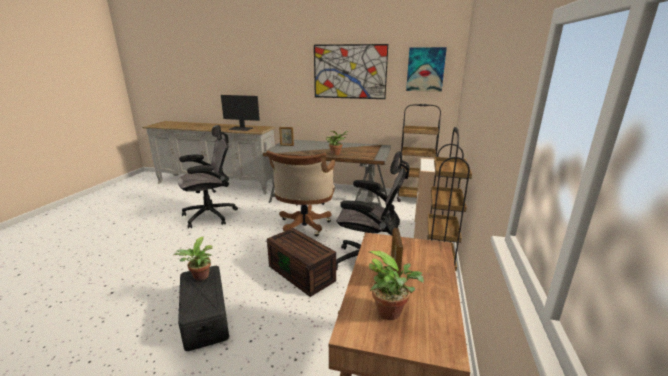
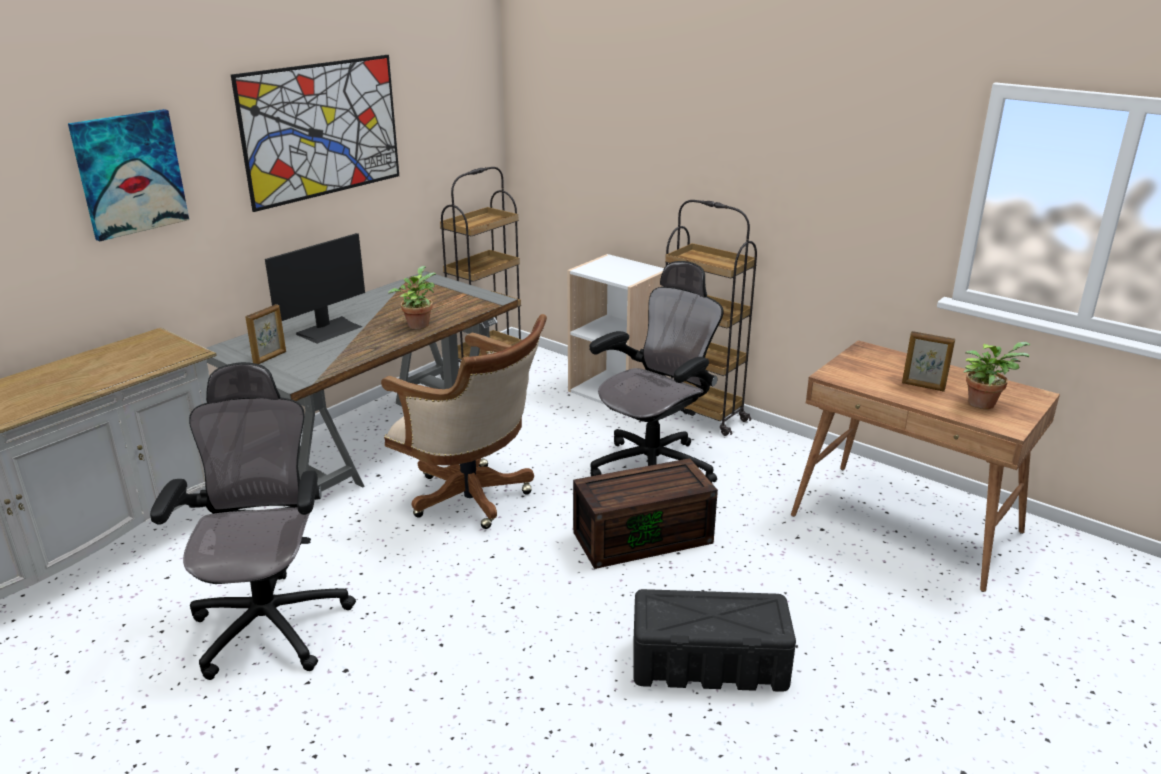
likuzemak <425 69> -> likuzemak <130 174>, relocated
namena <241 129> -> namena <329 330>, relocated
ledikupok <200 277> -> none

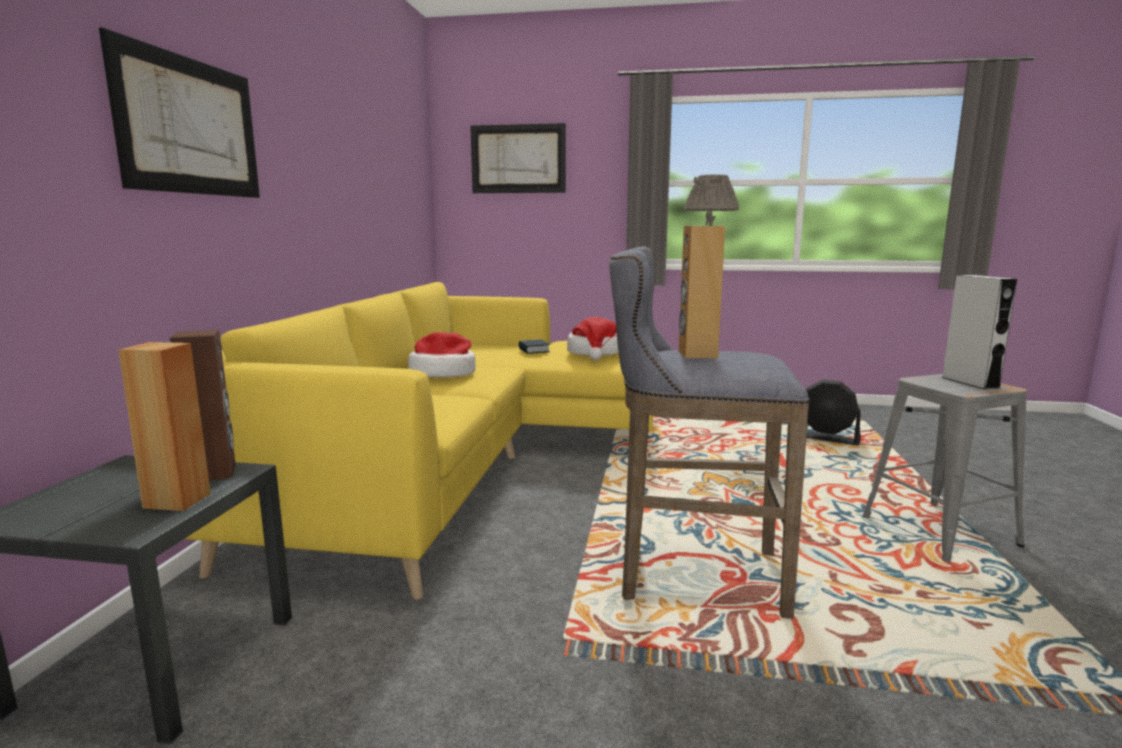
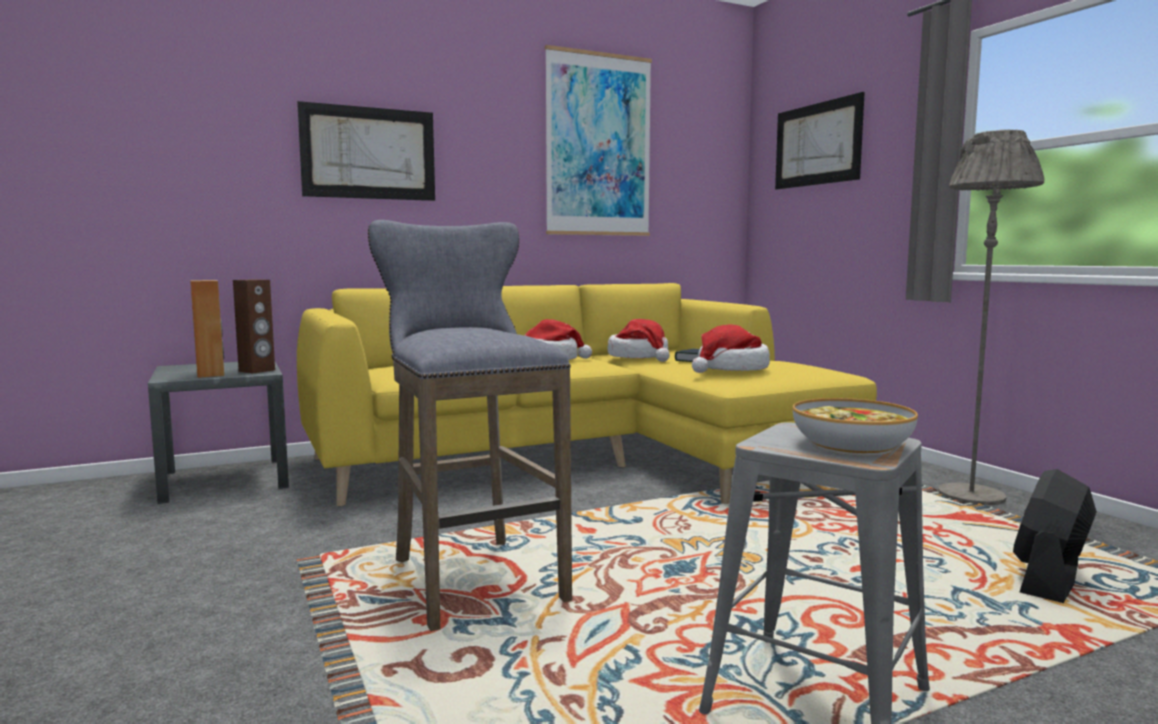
none -> likuzemak <598 145>
none -> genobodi <639 357>
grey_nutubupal <970 382> -> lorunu <852 445>
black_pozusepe <826 439> -> black_pozusepe <1049 580>, 45 degrees clockwise
brown_nutubupal <697 354> -> none

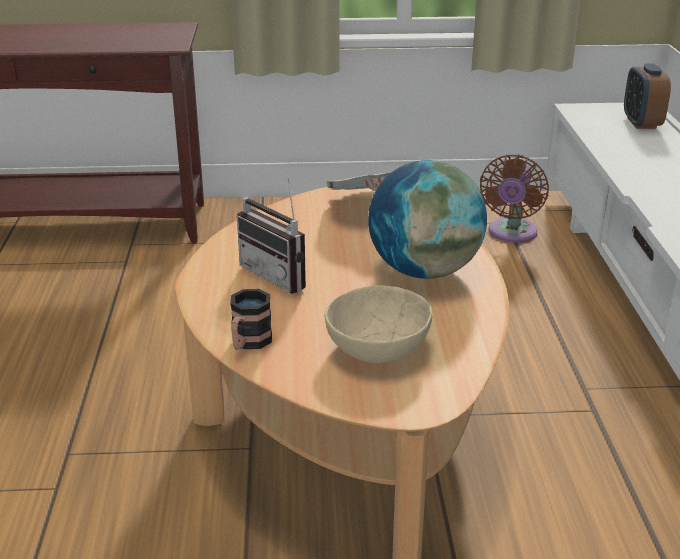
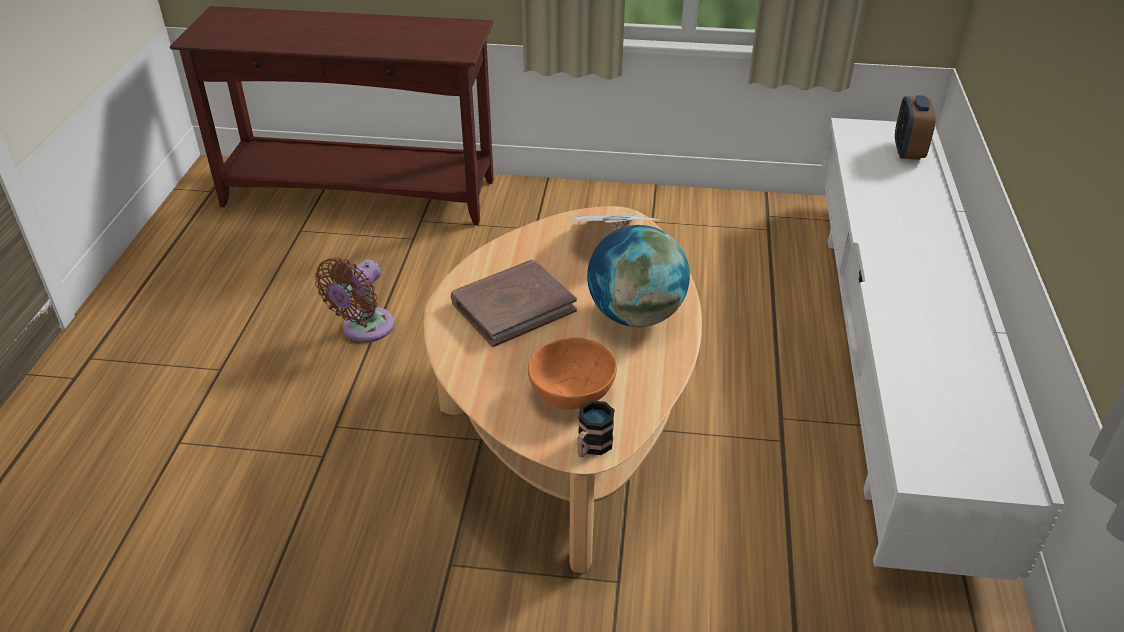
brown_pozusepe <511 234> -> brown_pozusepe <364 329>, relocated
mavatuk <280 275> -> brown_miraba <513 306>
beige_lorunu <376 348> -> orange_lorunu <571 391>
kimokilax <248 343> -> kimokilax <591 447>, relocated

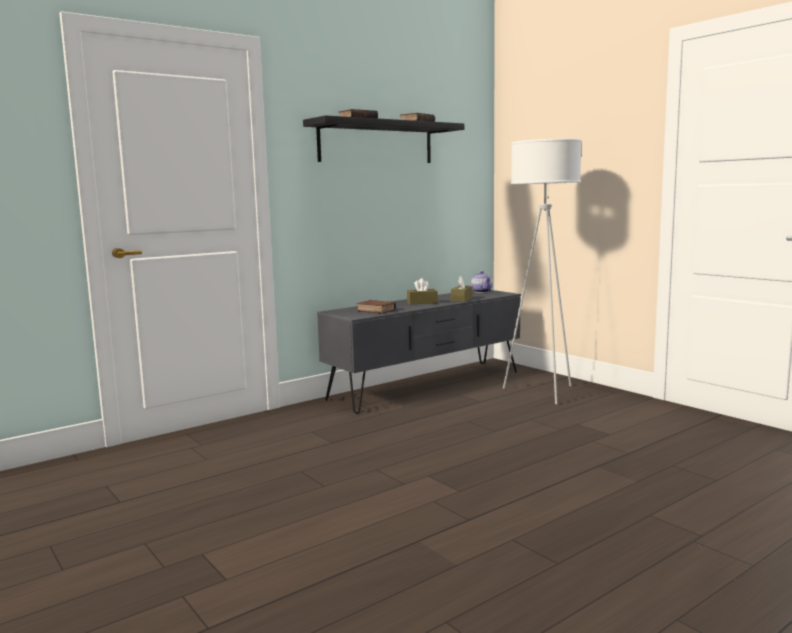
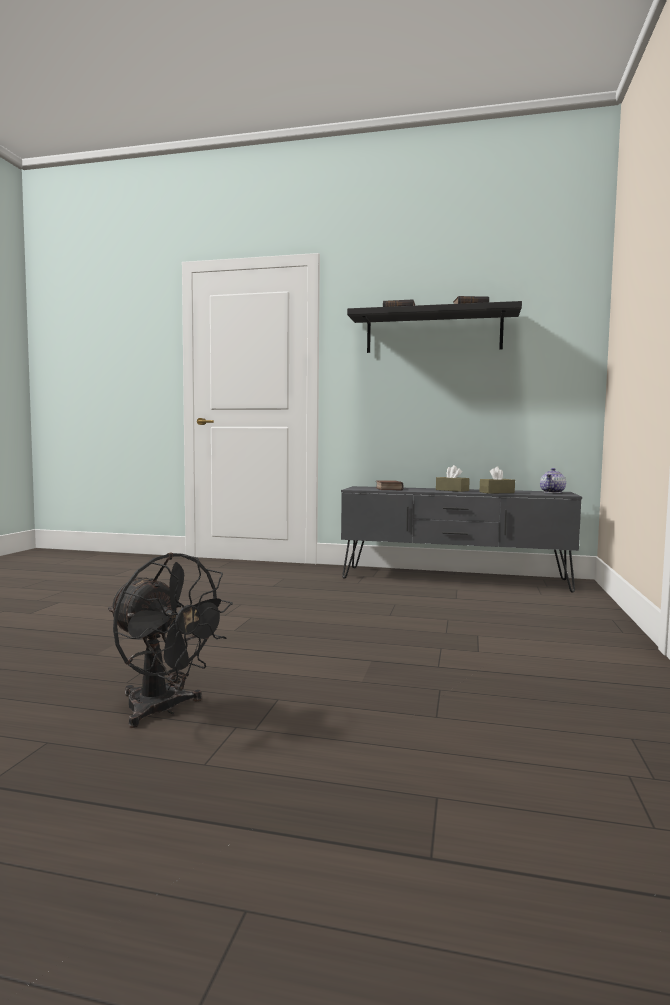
none -> black_pozusepe <163 710>
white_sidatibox <542 392> -> none

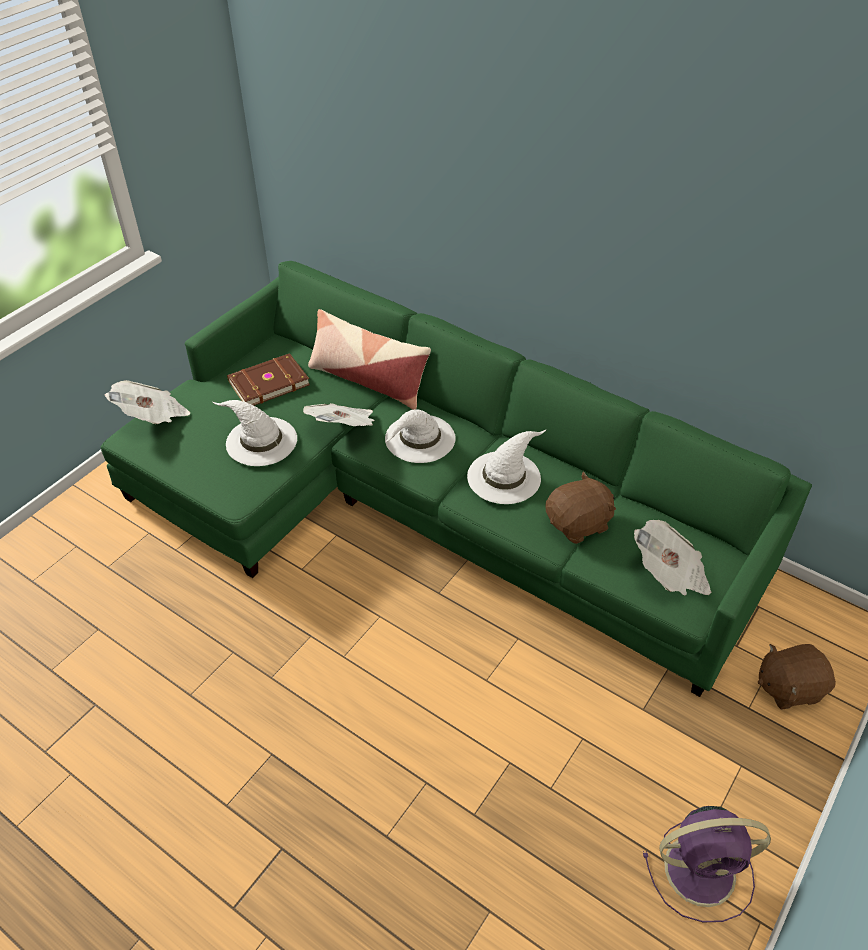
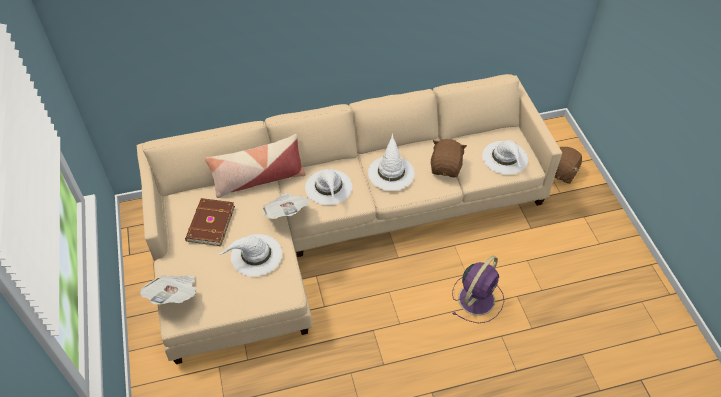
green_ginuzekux <424 500> -> beige_ginuzekux <331 222>
purple_pozusepe <703 870> -> purple_pozusepe <477 298>, relocated
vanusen <670 574> -> white_genobodi <505 158>

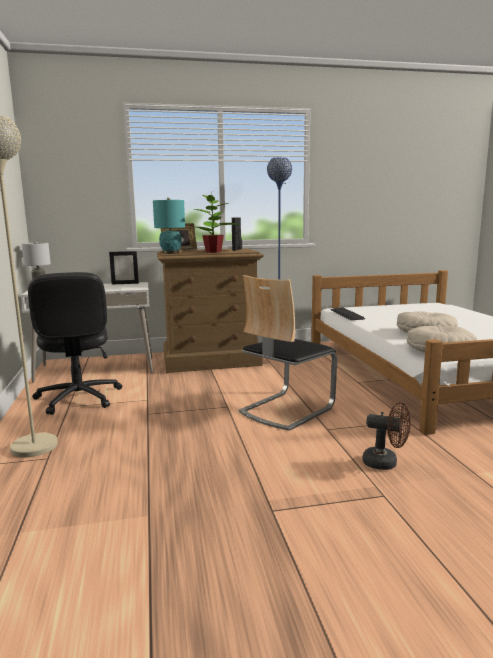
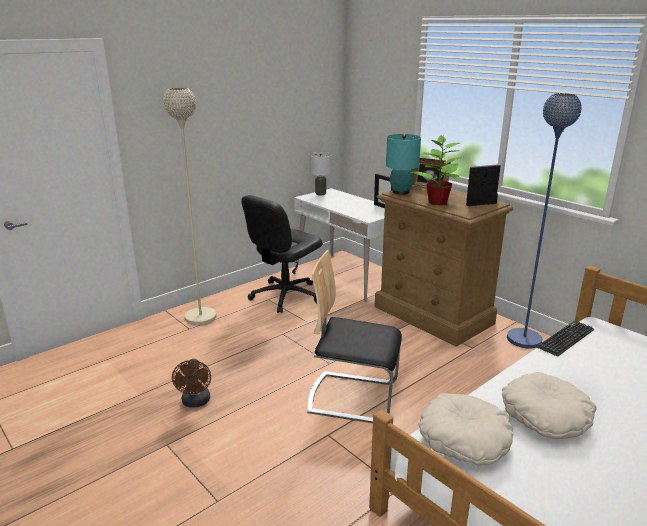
brown_pozusepe <385 463> -> brown_pozusepe <196 402>, relocated

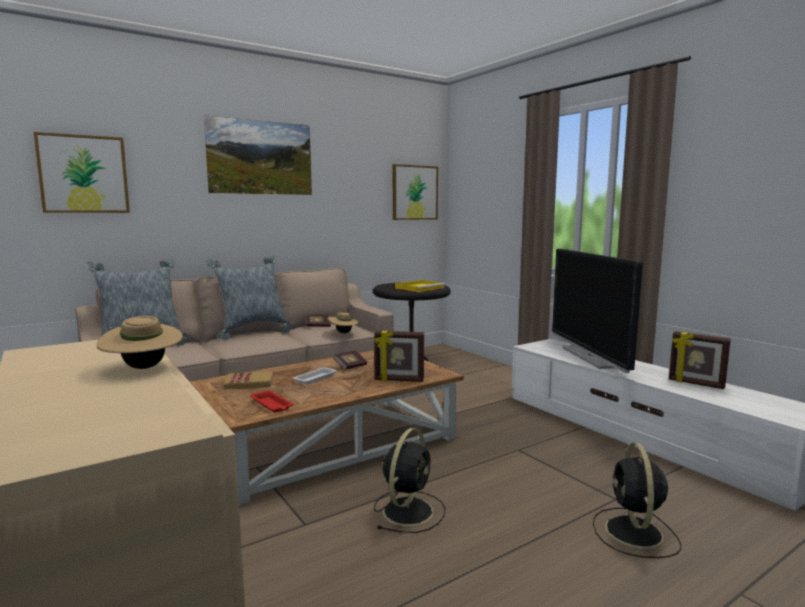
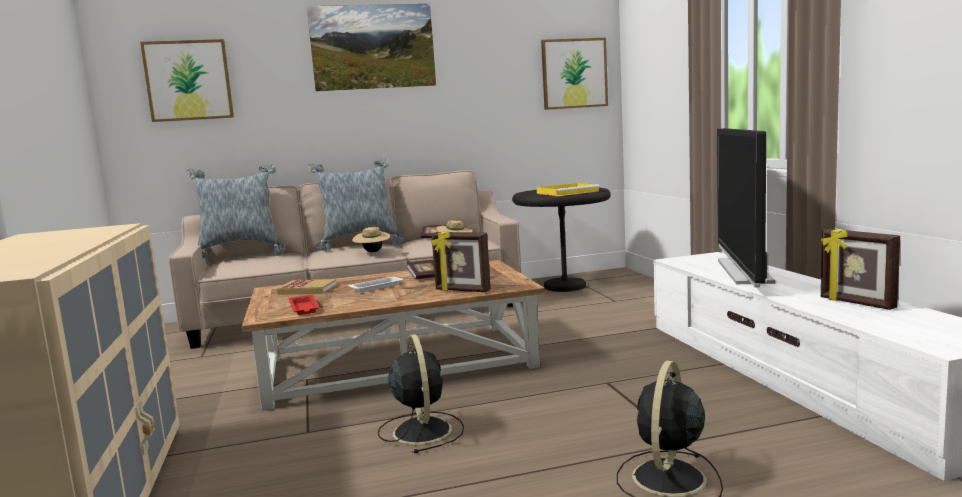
beige_genobodi <143 367> -> beige_genobodi <372 252>, relocated
black_pozusepe <409 510> -> black_pozusepe <421 430>, 60 degrees counterclockwise

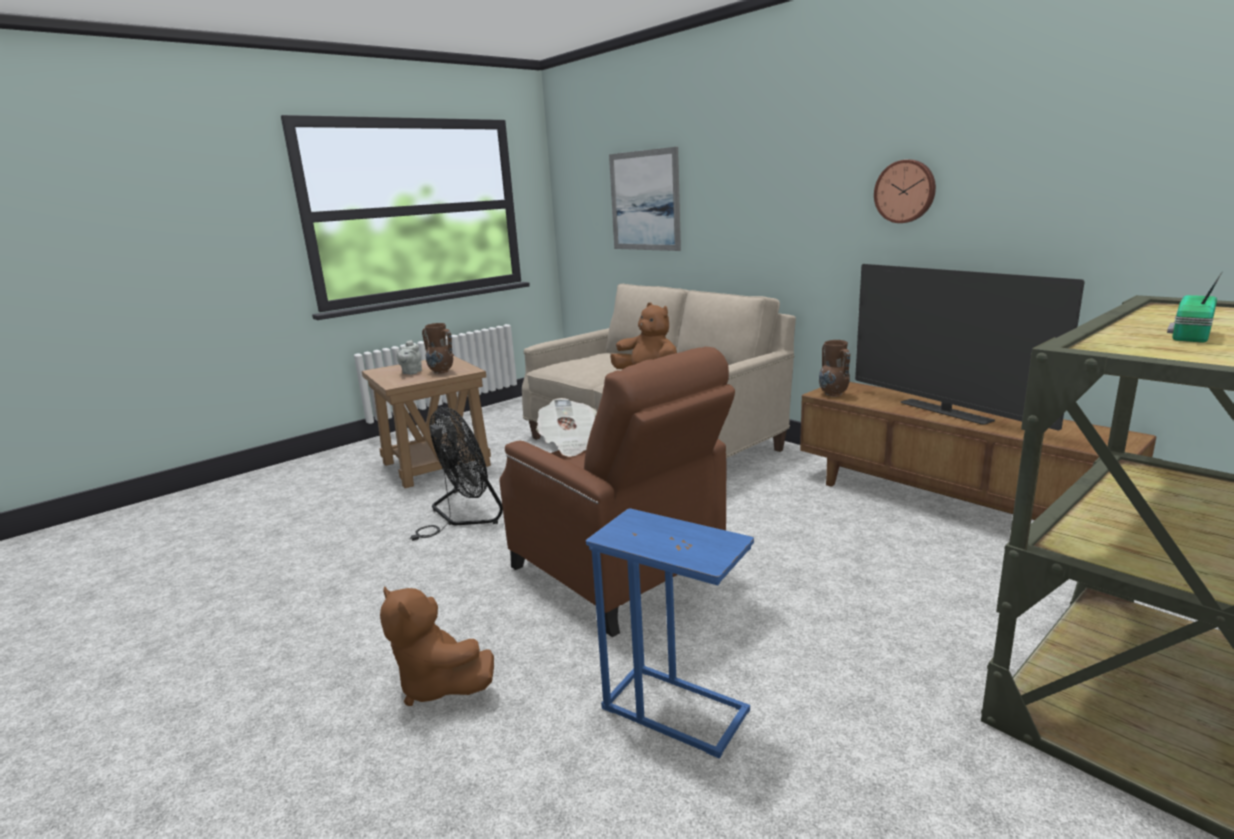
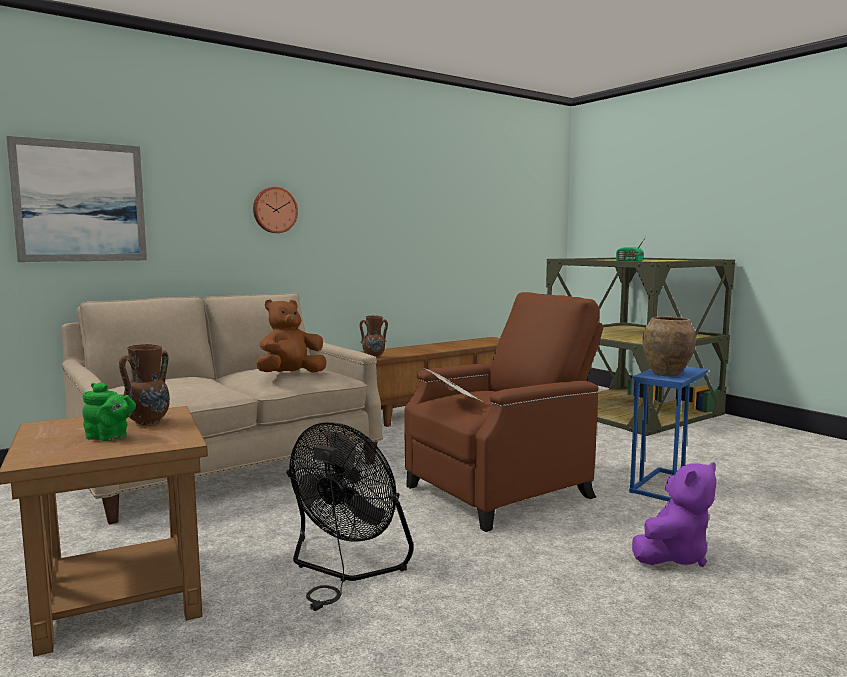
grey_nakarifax <411 372> -> green_nakarifax <109 438>
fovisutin <905 191> -> fovisutin <274 210>, relocated
black_pozusepe <457 514> -> black_pozusepe <338 566>, 60 degrees clockwise
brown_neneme <438 685> -> purple_neneme <673 556>
none -> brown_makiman <666 374>
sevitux <945 412> -> none

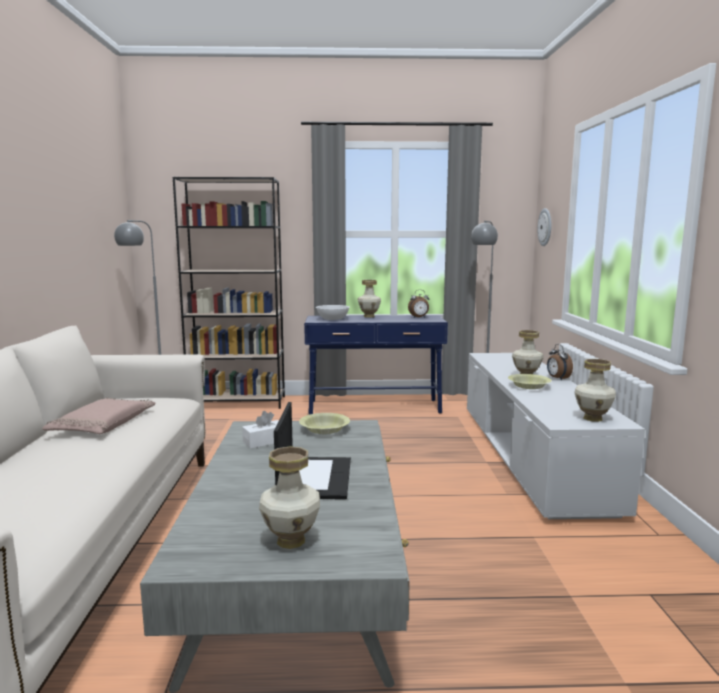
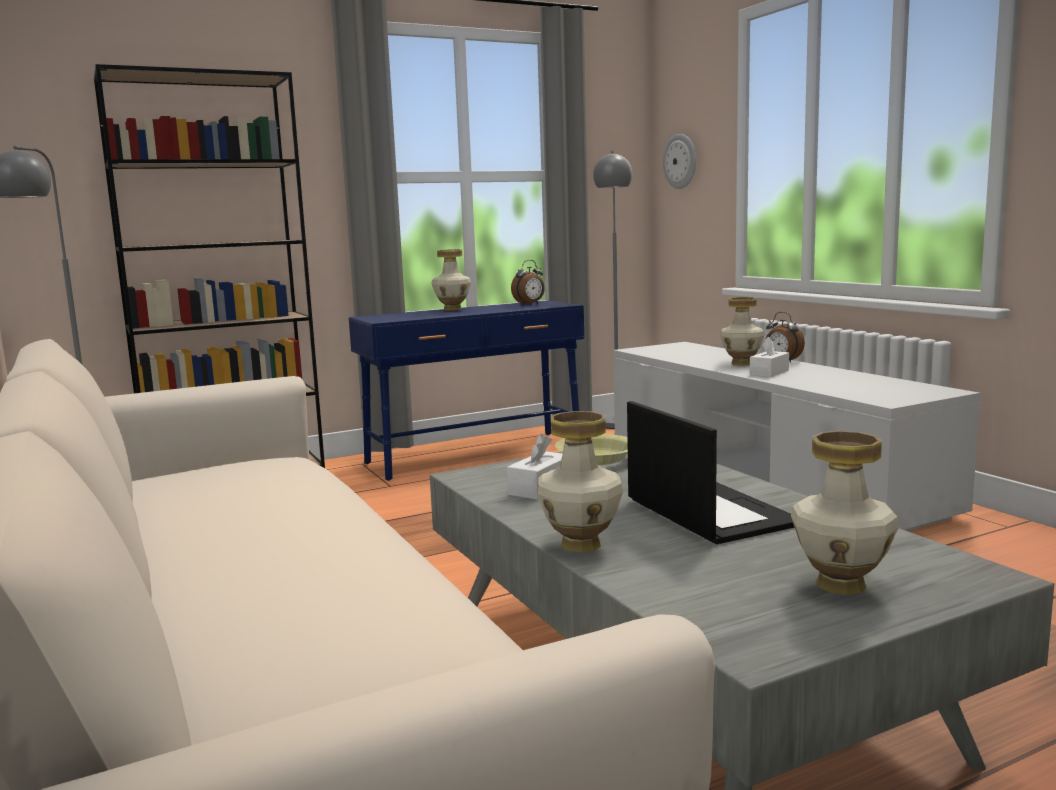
makiman <593 418> -> makiman <582 544>, relocated
yellow_lorunu <529 386> -> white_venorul <769 372>
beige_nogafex <103 423> -> none
white_lorunu <332 319> -> none

